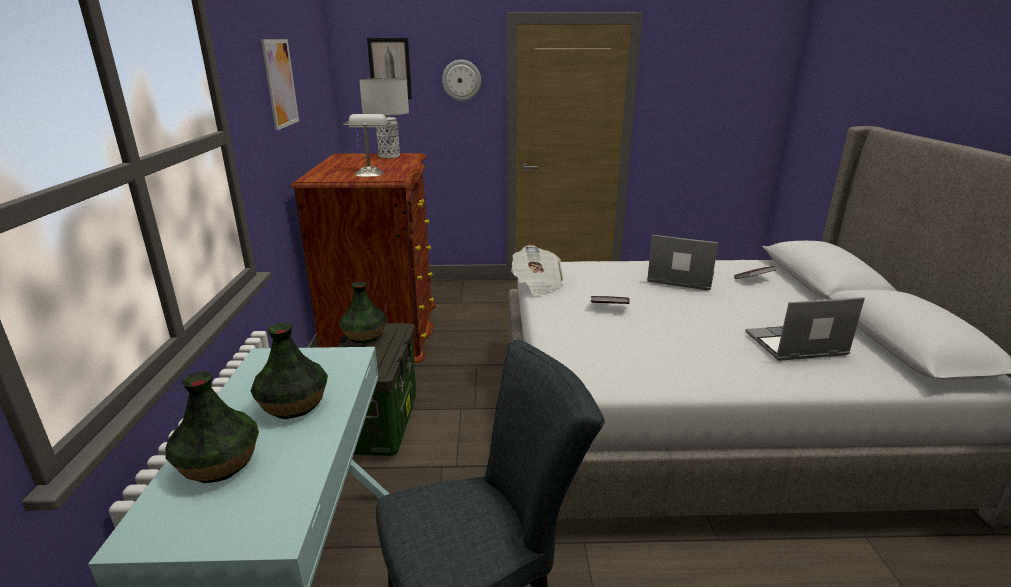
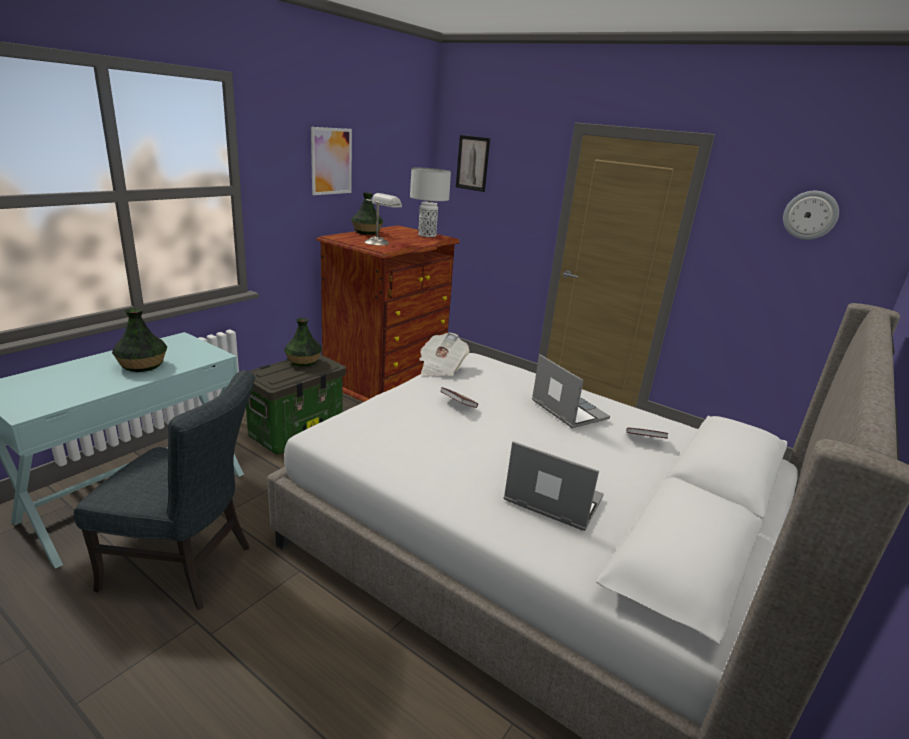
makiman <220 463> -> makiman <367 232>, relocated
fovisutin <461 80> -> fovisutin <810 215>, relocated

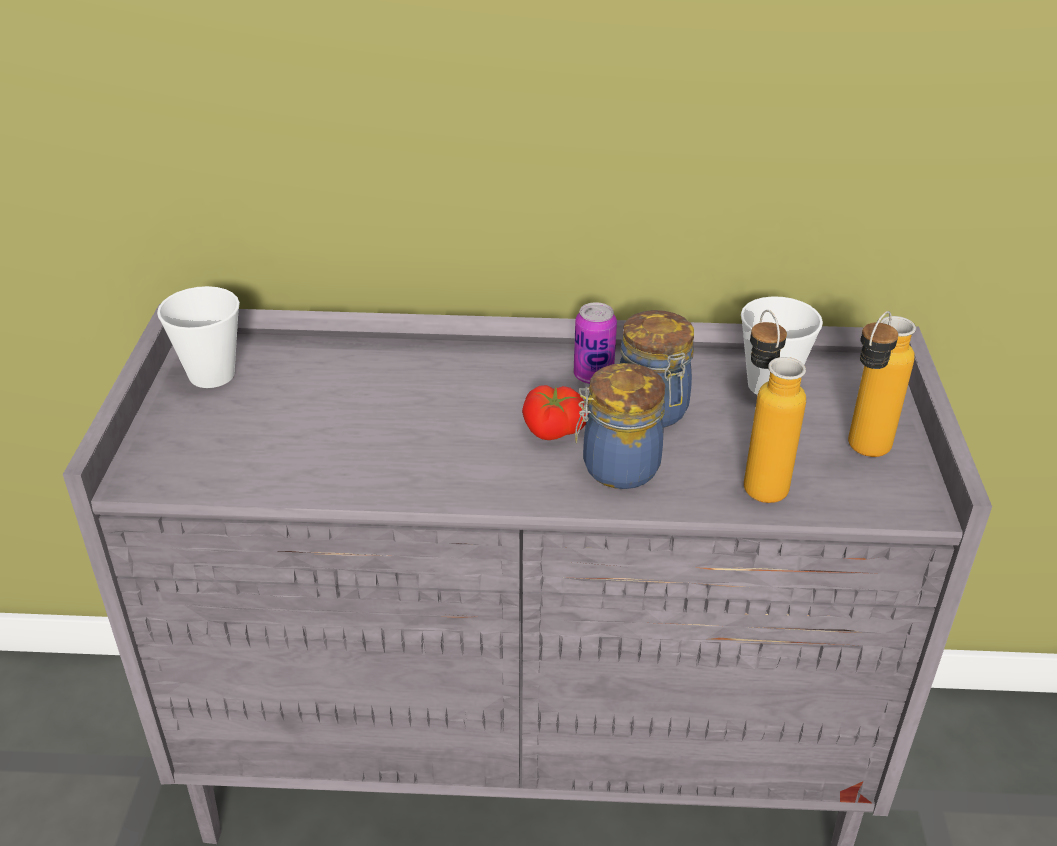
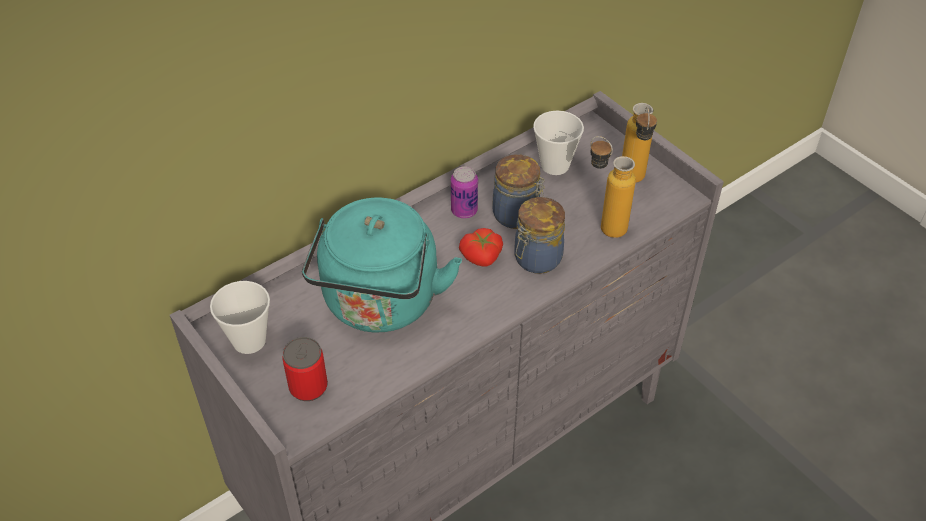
none -> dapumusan <308 387>
none -> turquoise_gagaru <380 305>

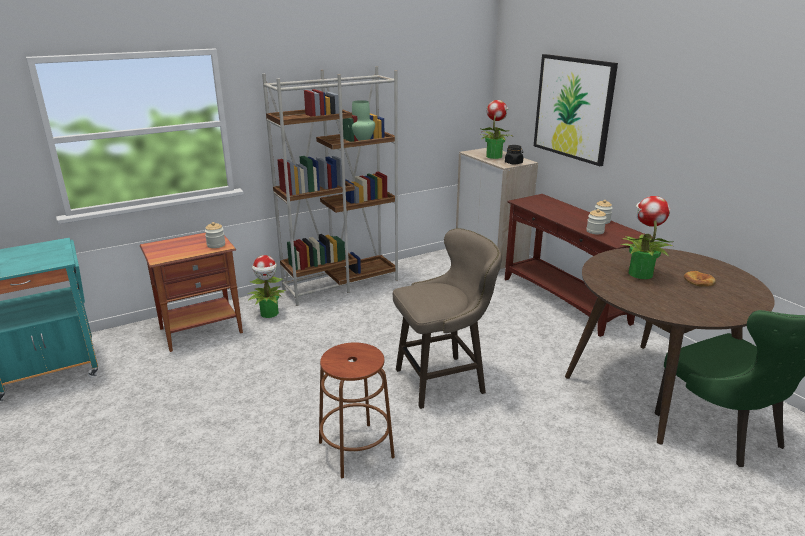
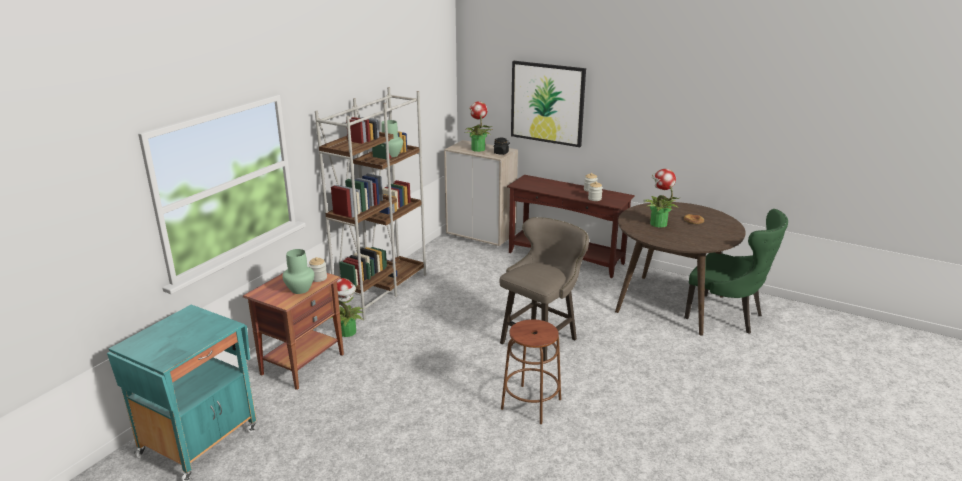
none -> green_makiman <299 289>

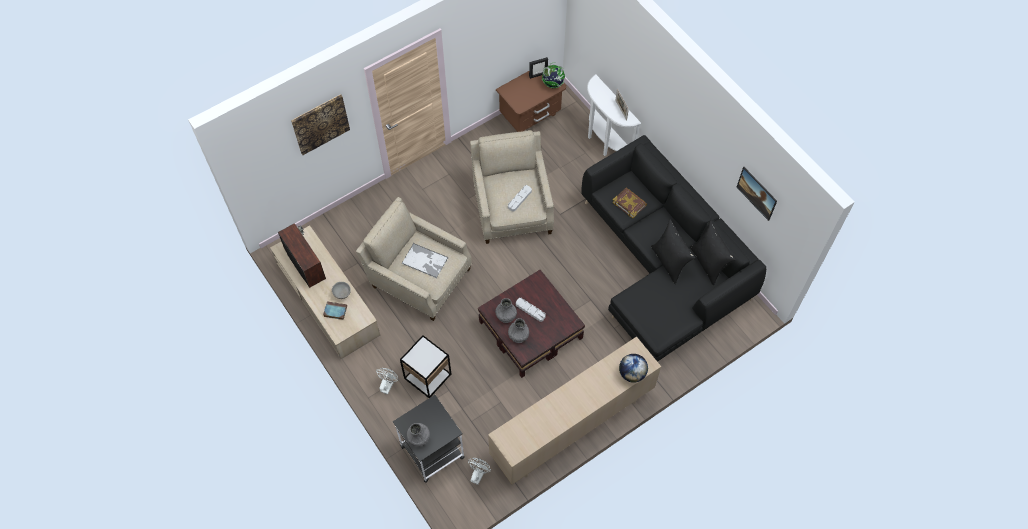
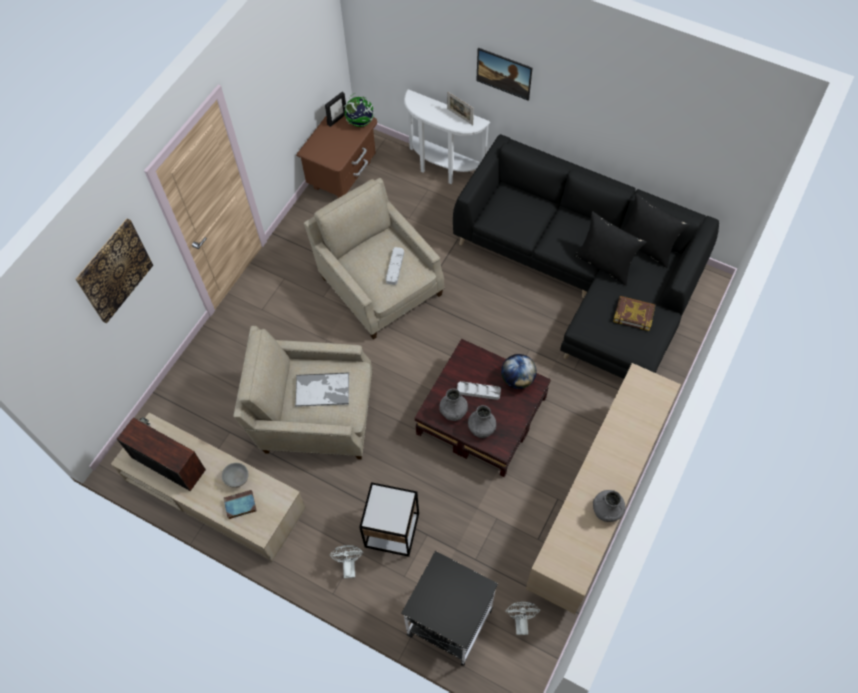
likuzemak <755 198> -> likuzemak <503 81>, relocated
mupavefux <632 373> -> mupavefux <517 379>, relocated
grey_makiman <418 437> -> grey_makiman <607 509>, relocated
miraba <629 203> -> miraba <633 314>, relocated

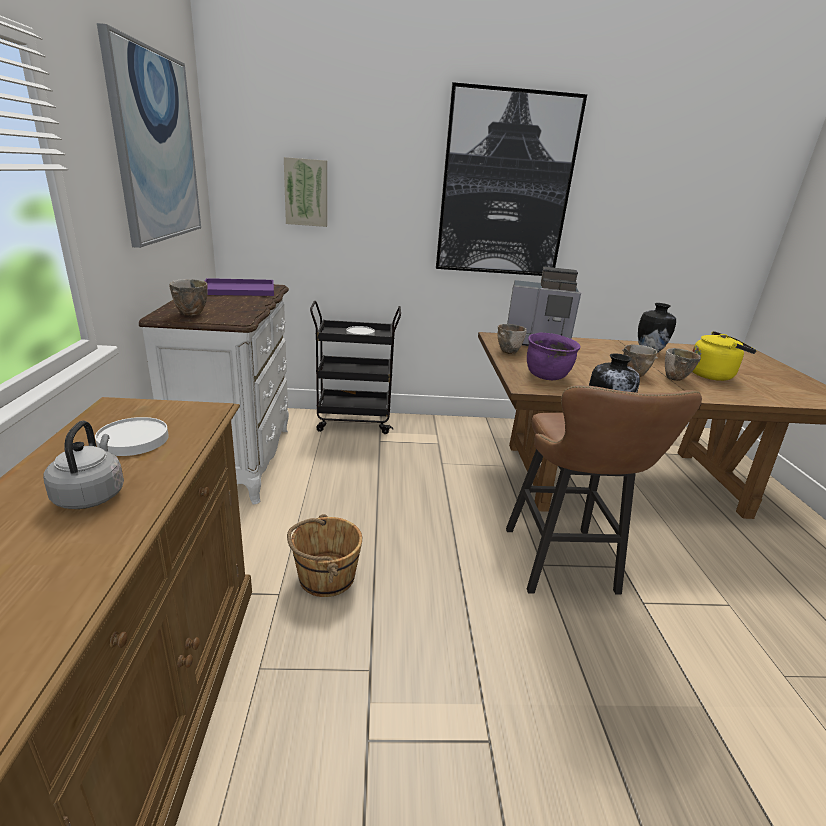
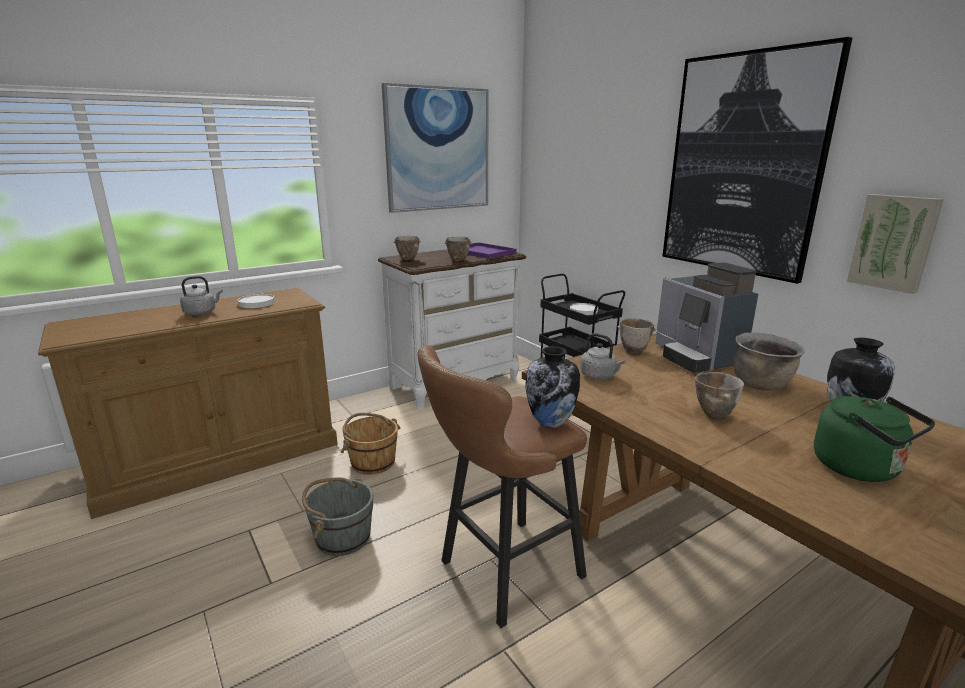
none -> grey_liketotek <342 537>
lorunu <675 379> -> lorunu <457 260>, relocated
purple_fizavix <547 376> -> grey_gagaru <599 376>
none -> brown_fizavix <761 385>
yellow_gagaru <712 375> -> green_gagaru <860 469>
likuzemak <306 192> -> likuzemak <893 242>, relocated

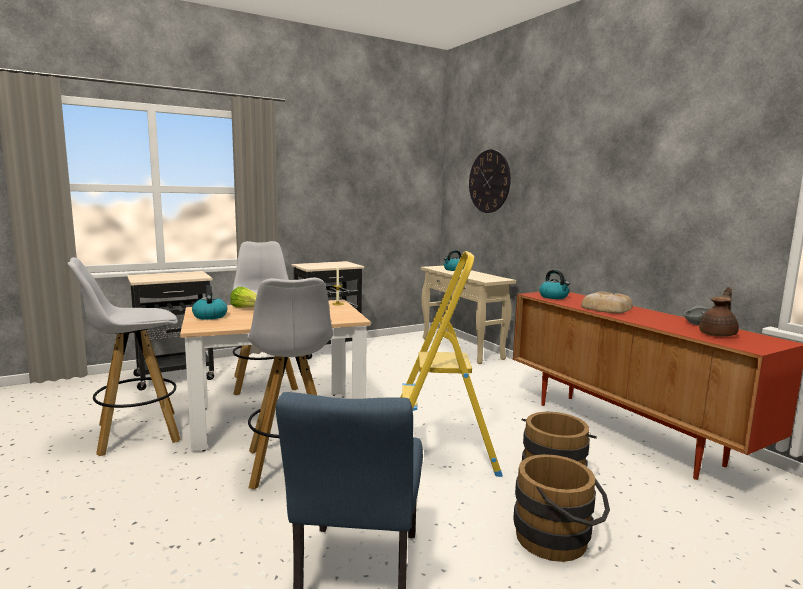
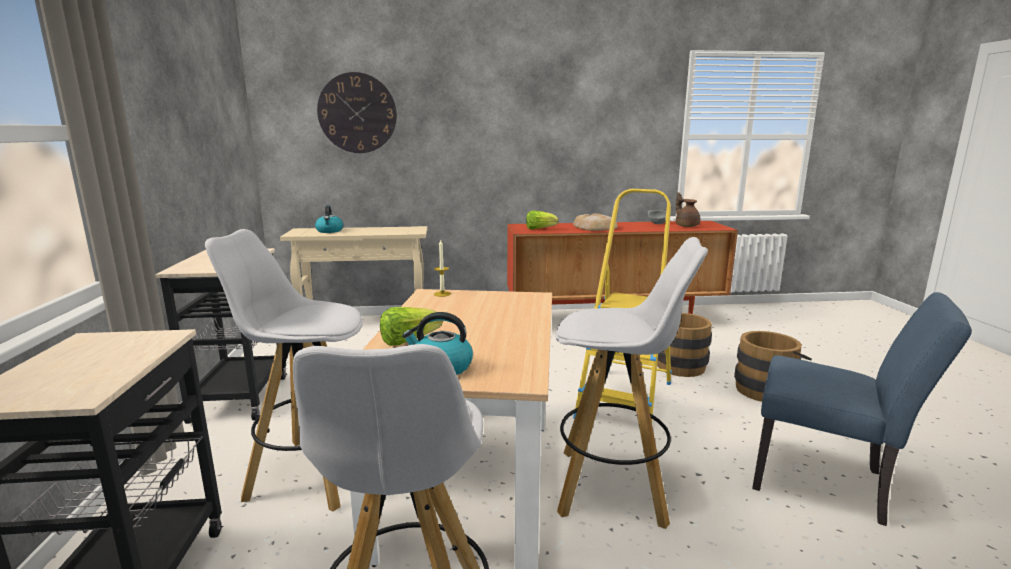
gagaru <554 297> -> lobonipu <539 229>

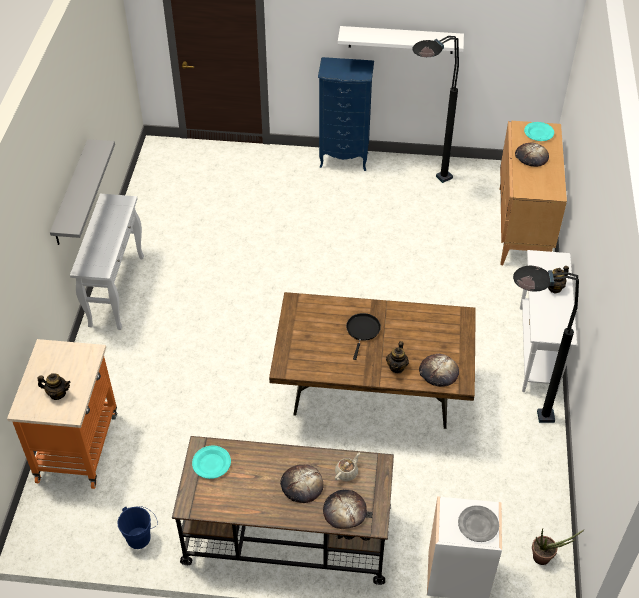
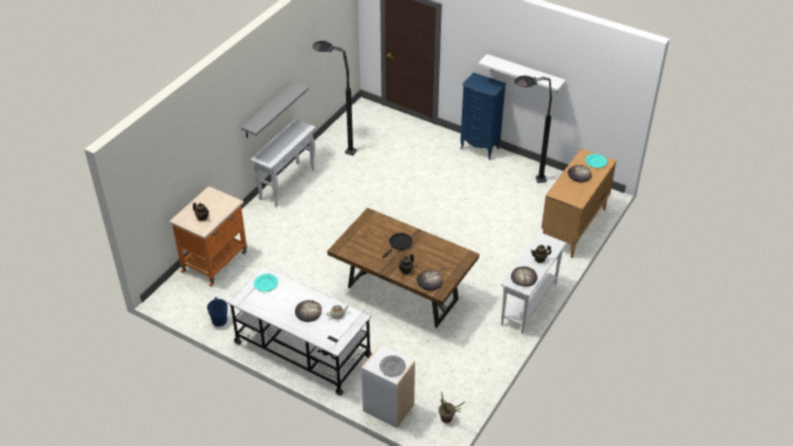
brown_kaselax <288 536> -> white_kaselax <303 350>
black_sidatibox <513 416> -> black_sidatibox <334 147>, relocated
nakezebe <344 510> -> nakezebe <523 277>, relocated

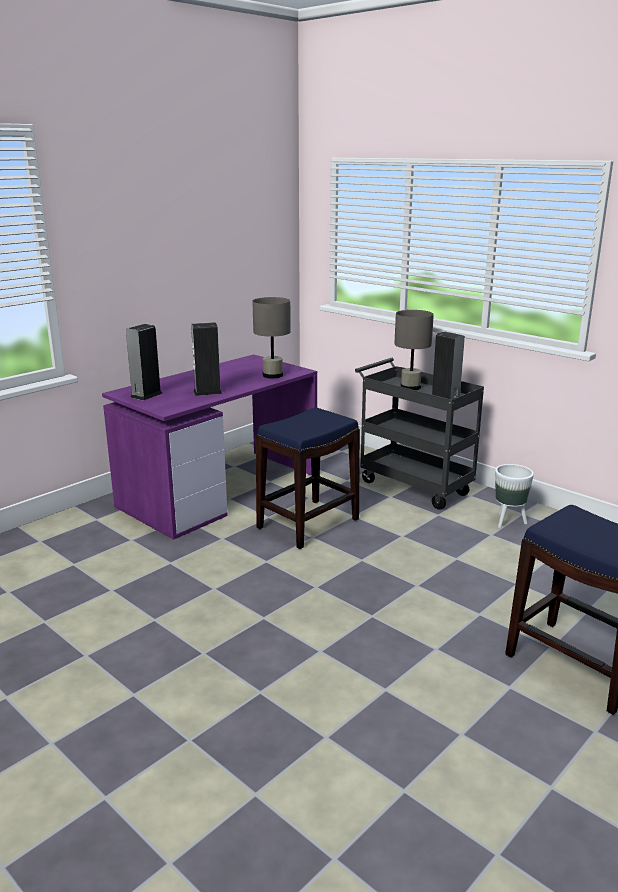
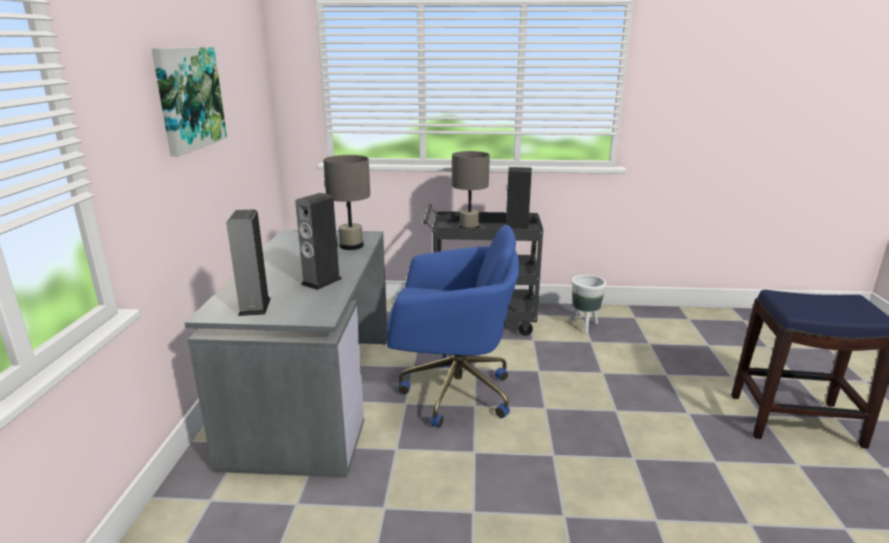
none -> likuzemak <189 98>
purple_kaselax <220 490> -> grey_kaselax <314 395>
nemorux <308 524> -> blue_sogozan <451 394>

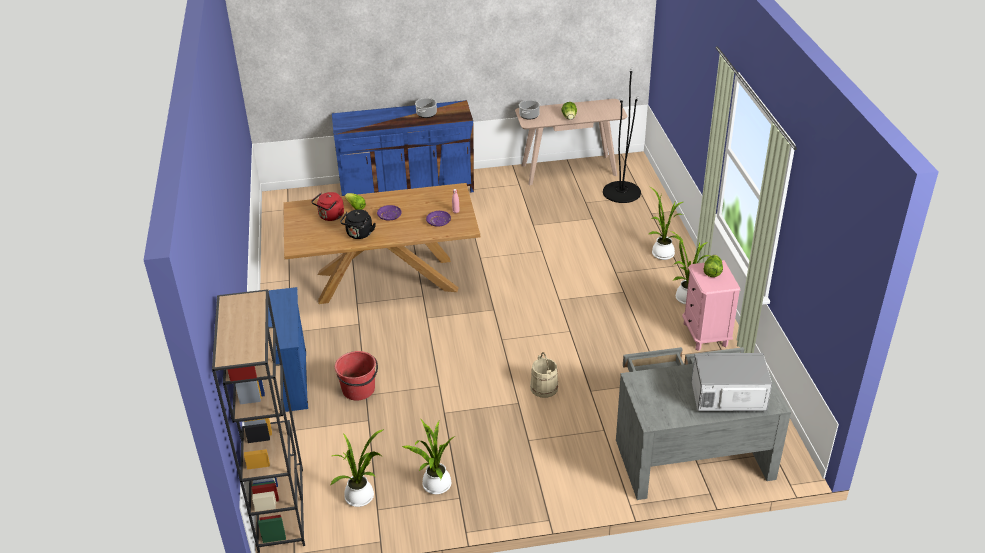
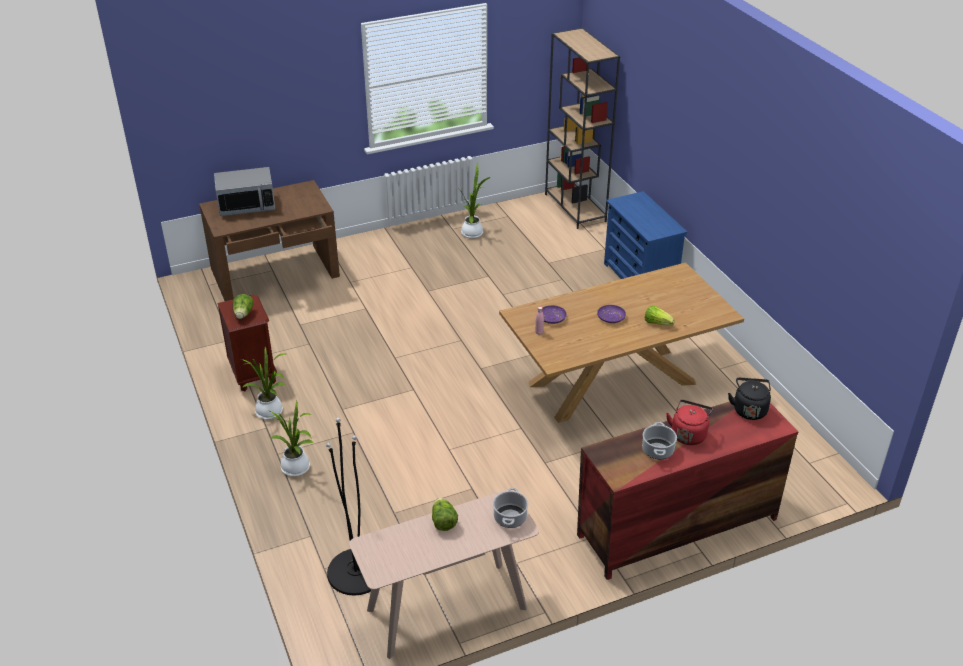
grey_kaselax <690 453> -> brown_kaselax <278 276>
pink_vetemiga <705 334> -> brown_vetemiga <253 373>
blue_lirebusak <408 188> -> red_lirebusak <675 526>
red_gagaru <330 217> -> red_gagaru <688 434>, relocated
black_gagaru <359 235> -> black_gagaru <749 409>, relocated
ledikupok <362 497> -> none
red_liketotek <359 390> -> none
beige_liketotek <544 388> -> none

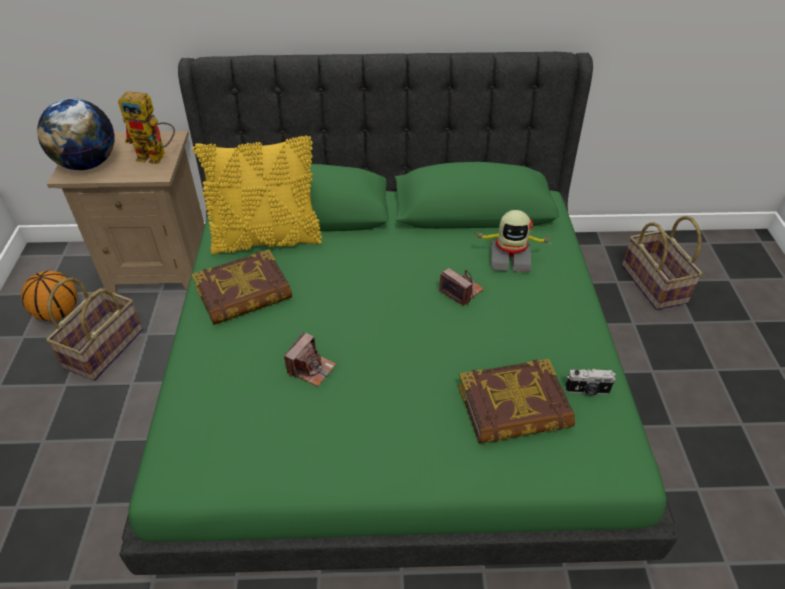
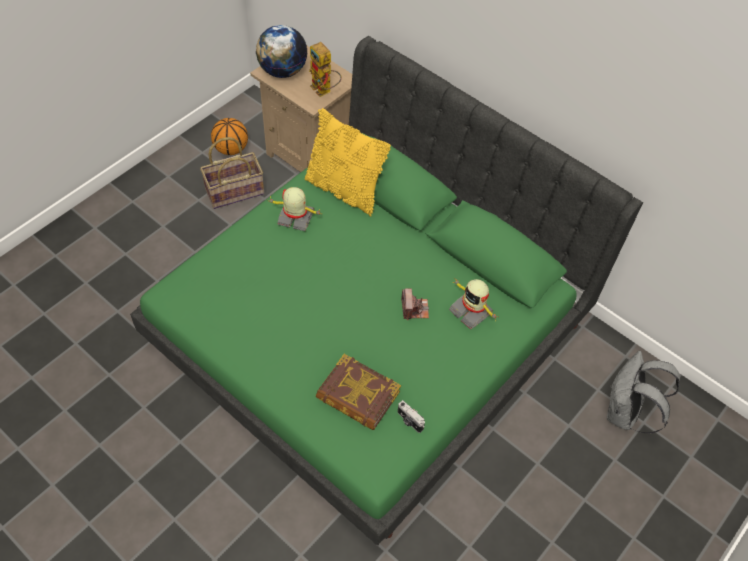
miraba <244 293> -> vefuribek <295 218>
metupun <655 284> -> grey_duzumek <624 413>
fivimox <311 368> -> none

